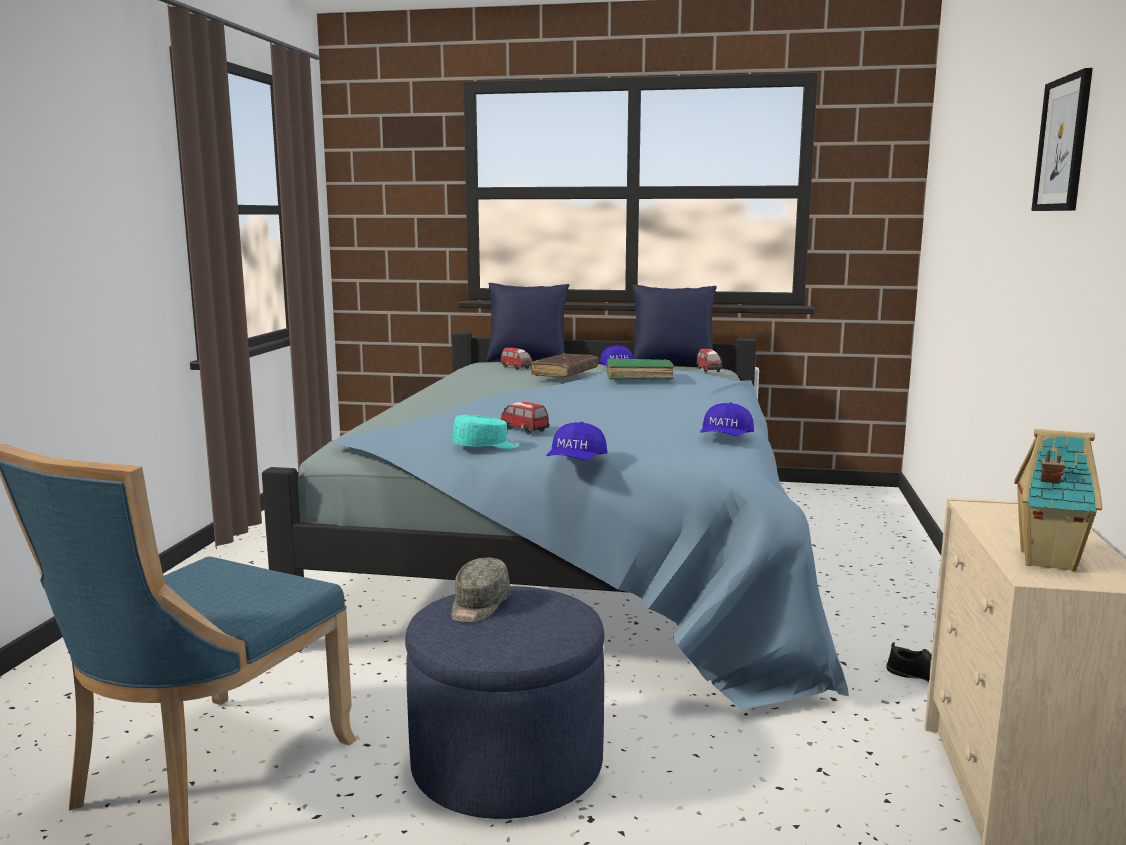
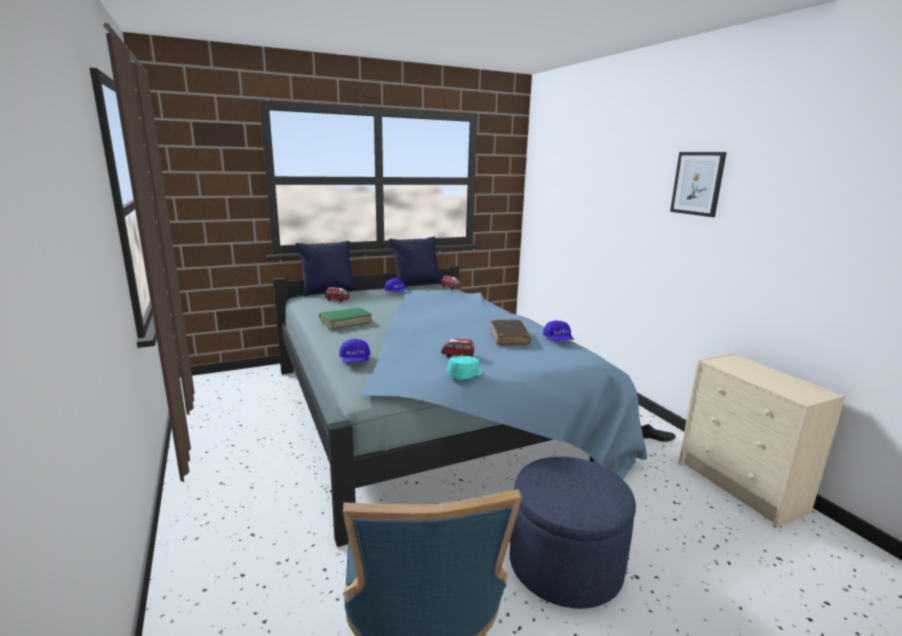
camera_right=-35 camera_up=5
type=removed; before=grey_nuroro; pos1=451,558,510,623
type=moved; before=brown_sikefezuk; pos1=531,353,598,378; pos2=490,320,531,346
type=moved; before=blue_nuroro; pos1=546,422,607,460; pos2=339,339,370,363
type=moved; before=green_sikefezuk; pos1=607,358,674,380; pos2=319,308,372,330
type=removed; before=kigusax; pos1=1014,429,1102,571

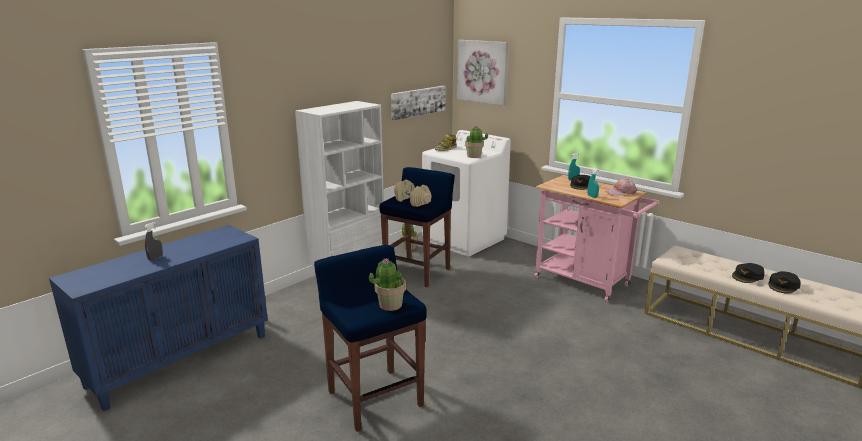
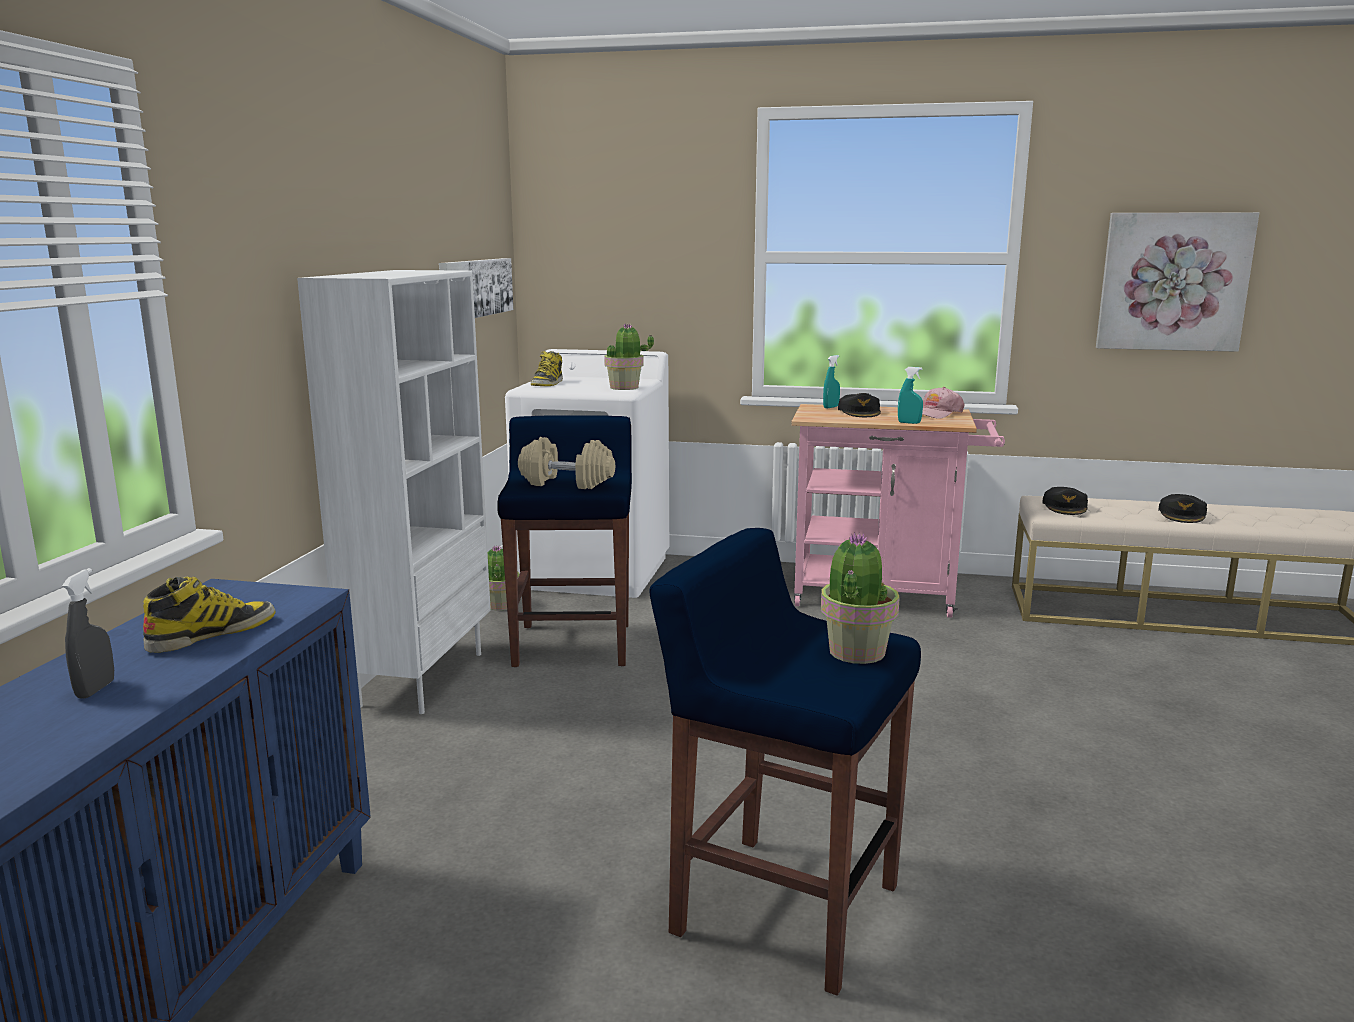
camera_right=-30 camera_up=-5
type=moved; before=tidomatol; pos1=457,40,508,106; pos2=1096,212,1259,352
type=moved; before=black_nuroro; pos1=768,271,801,294; pos2=1042,487,1088,515
type=added; after=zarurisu; pos2=143,577,276,653

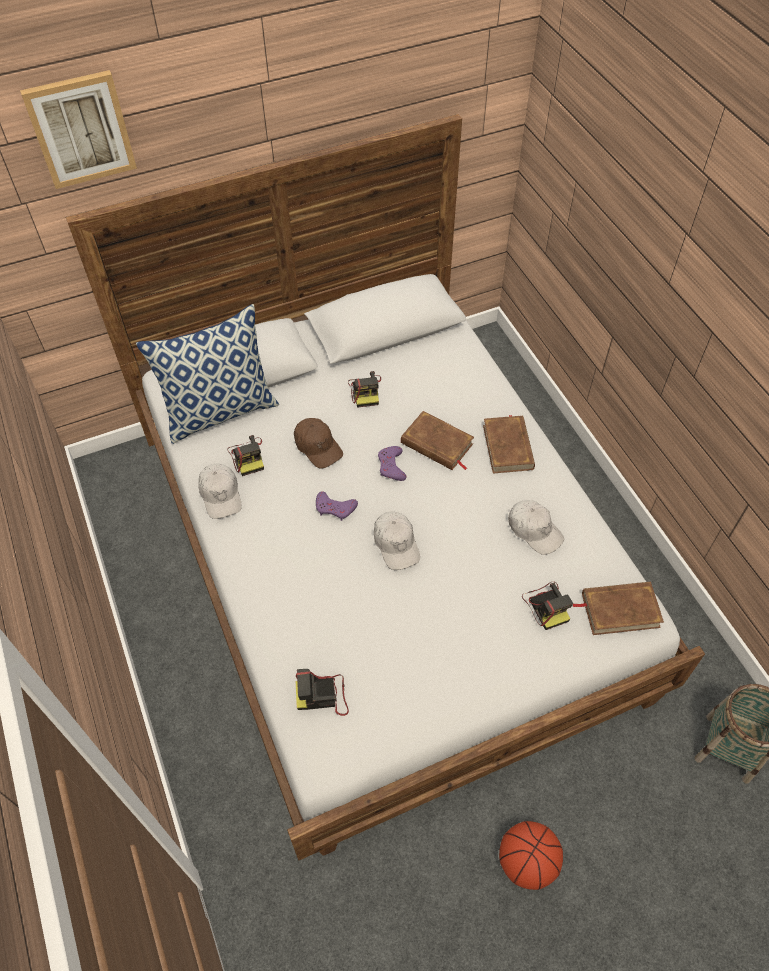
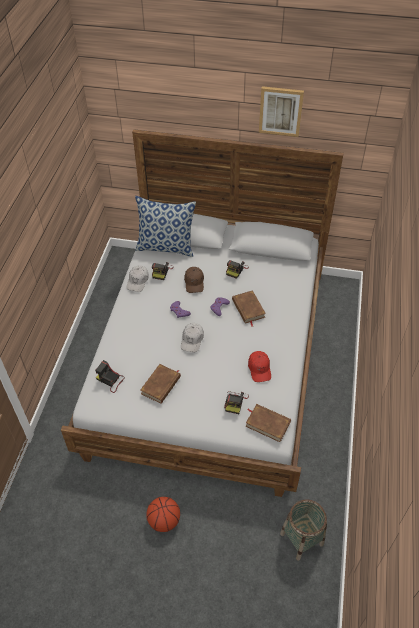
camera_right=35 camera_up=-5
type=moved; before=tidomatol; pos1=20,70,137,189; pos2=259,86,304,137
type=moved; before=brown_sikefezuk; pos1=483,415,535,474; pos2=140,364,181,404
type=recoloured; before=white_nuroro; after=red_nuroro; pos1=508,500,564,555; pos2=248,351,271,382

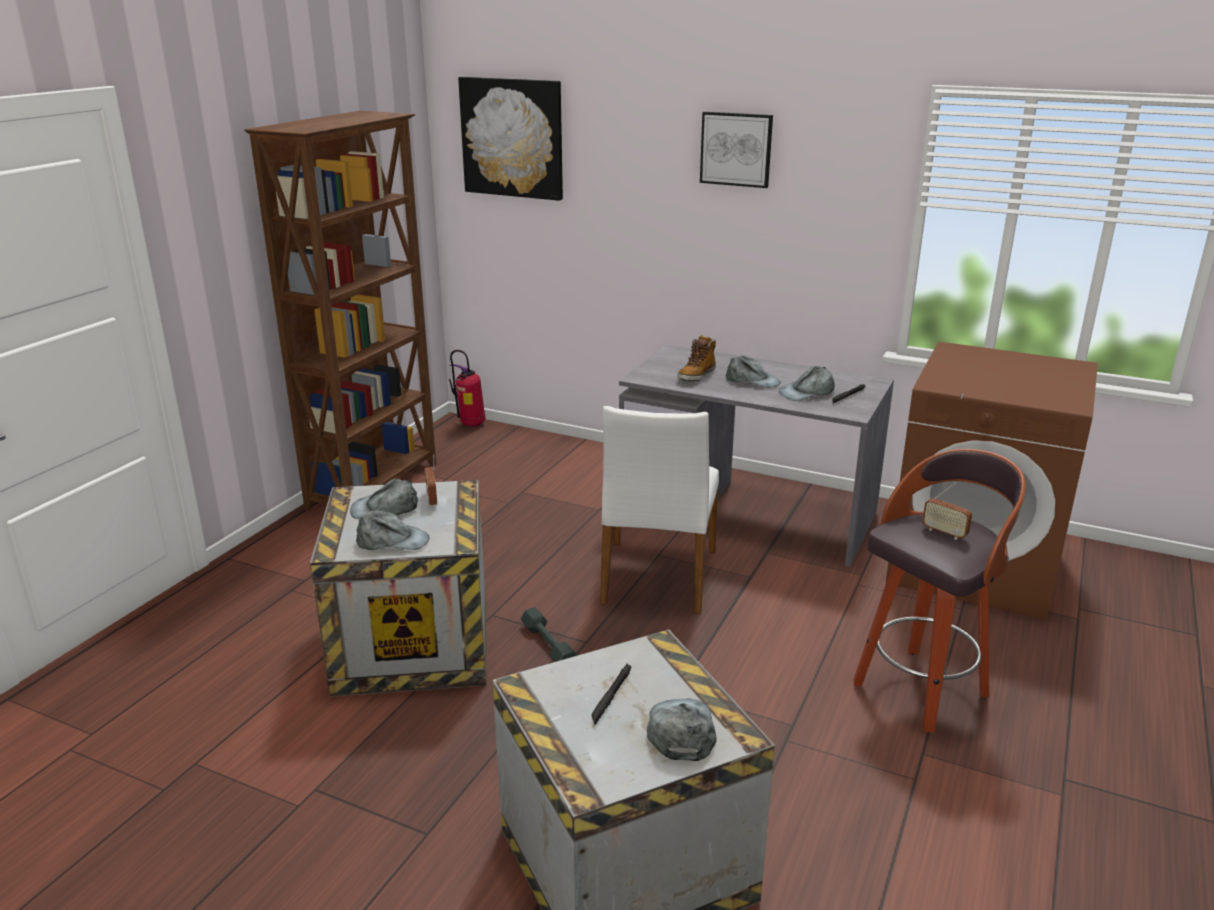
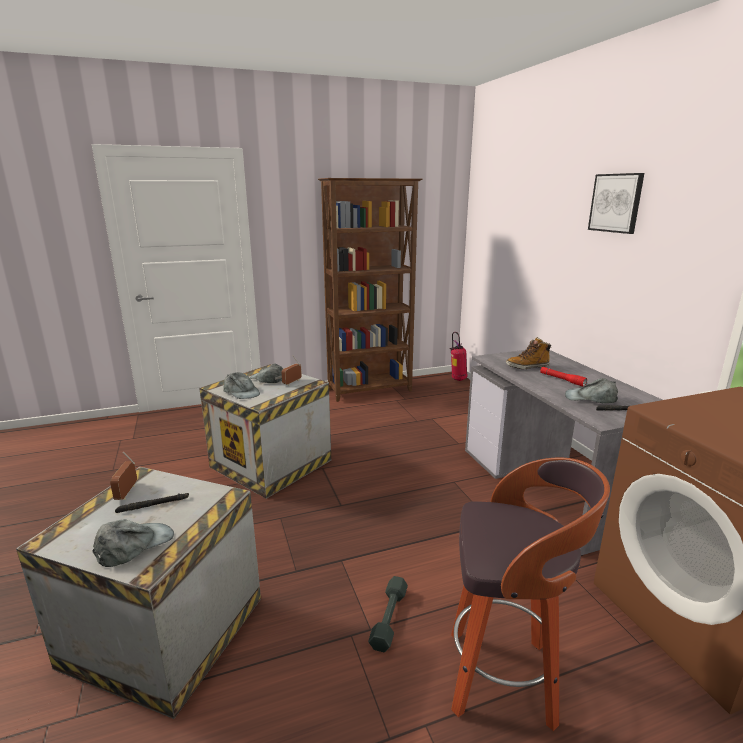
camera_right=45 camera_up=-5
type=removed; before=tidomatol; pos1=458,77,563,201
type=moved; before=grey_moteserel; pos1=521,607,578,662; pos2=368,576,408,652
type=removed; before=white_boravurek; pos1=600,406,719,614
type=replaced; before=grey_nuroro; after=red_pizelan; pos1=726,355,781,388; pos2=540,367,587,386
type=moved; before=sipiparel; pos1=922,482,972,540; pos2=110,452,137,500

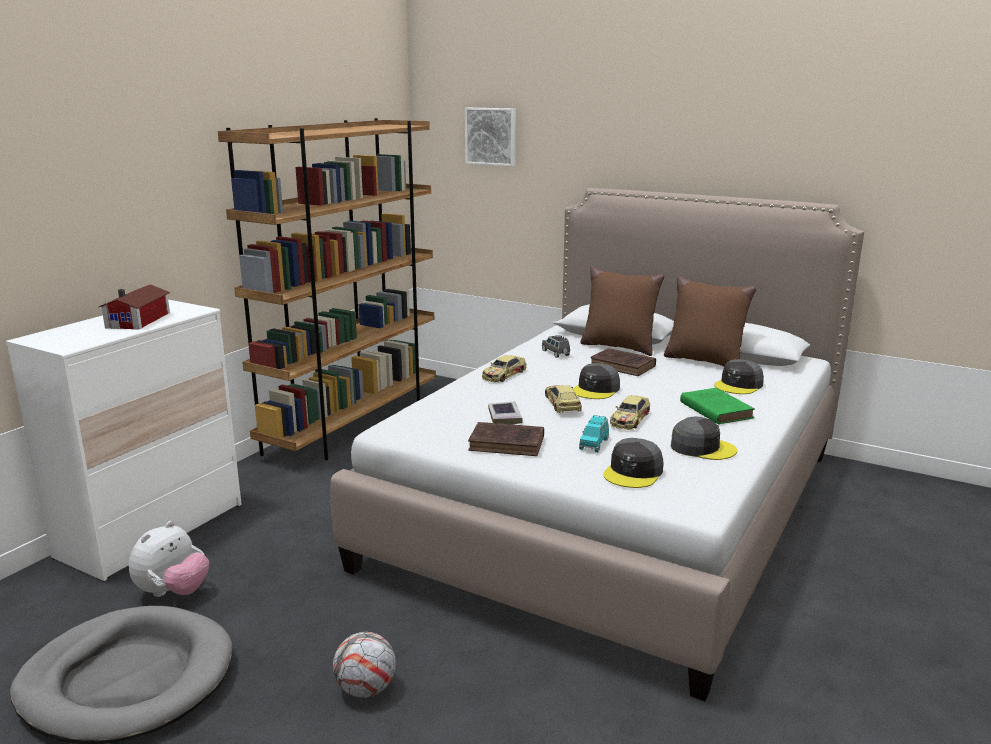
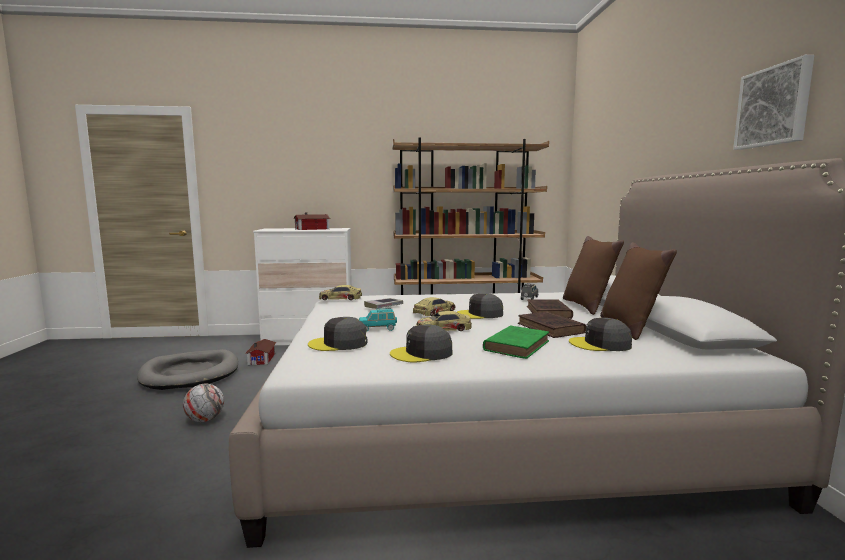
camera_right=55 camera_up=-10
type=replaced; before=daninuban; after=kigusax; pos1=129,521,209,597; pos2=245,339,276,365
type=moved; before=tidomatol; pos1=465,108,516,166; pos2=733,55,814,150
type=moved; before=brown_sikefezuk; pos1=468,422,544,456; pos2=518,312,586,338
type=moved; before=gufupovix; pos1=482,355,526,382; pos2=319,285,362,300
type=turned; before=grey_nuroro; pos1=671,416,737,460; pos2=390,324,452,363; turn=90

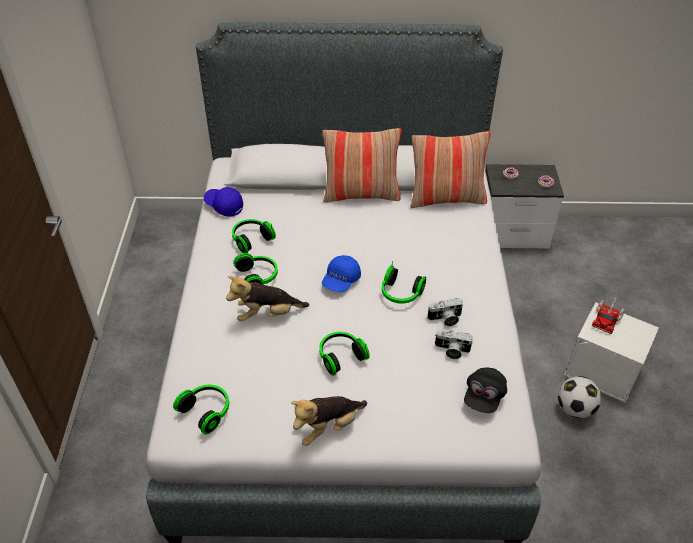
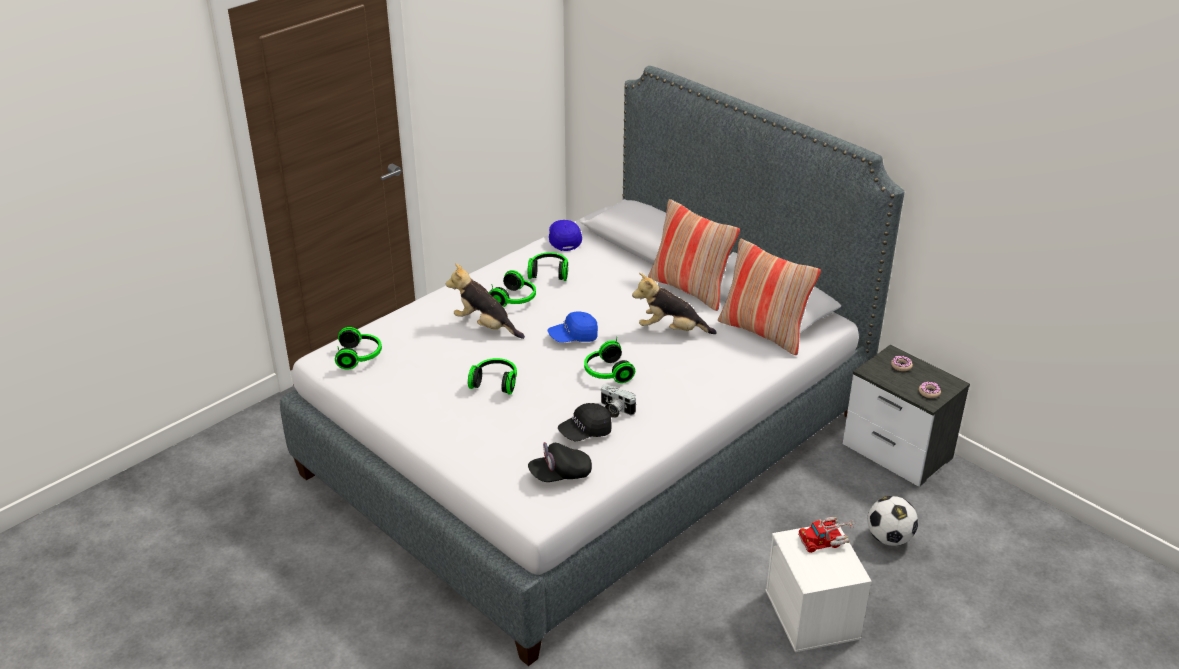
camera_right=45 camera_up=-10
type=moved; before=daninuban; pos1=291,396,367,446; pos2=632,273,717,334
type=replaced; before=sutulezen; after=black_nuroro; pos1=435,329,473,359; pos2=558,403,612,441
type=moved; before=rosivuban; pos1=558,376,602,418; pos2=868,496,918,546

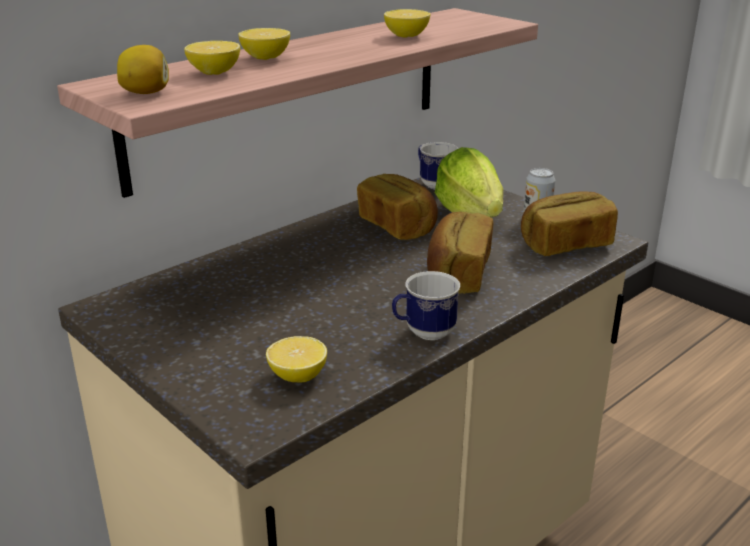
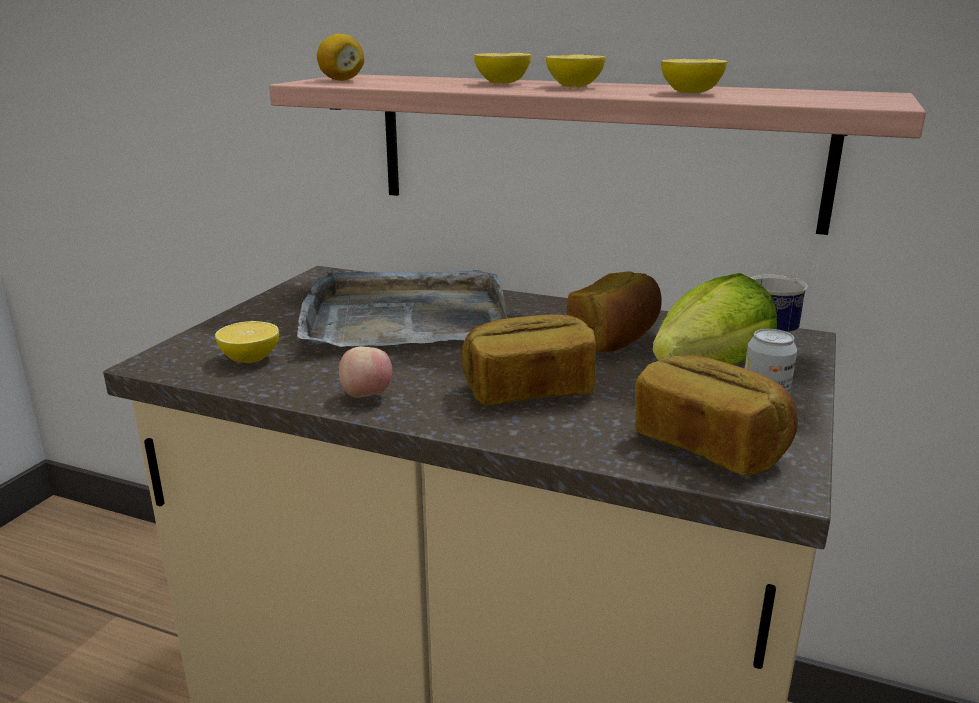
camera_right=65 camera_up=-5
type=moved; before=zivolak; pos1=184,41,240,75; pos2=546,54,606,87
type=replaced; before=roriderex; after=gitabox; pos1=392,271,460,340; pos2=339,346,392,398
type=added; after=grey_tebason; pos2=297,270,507,347

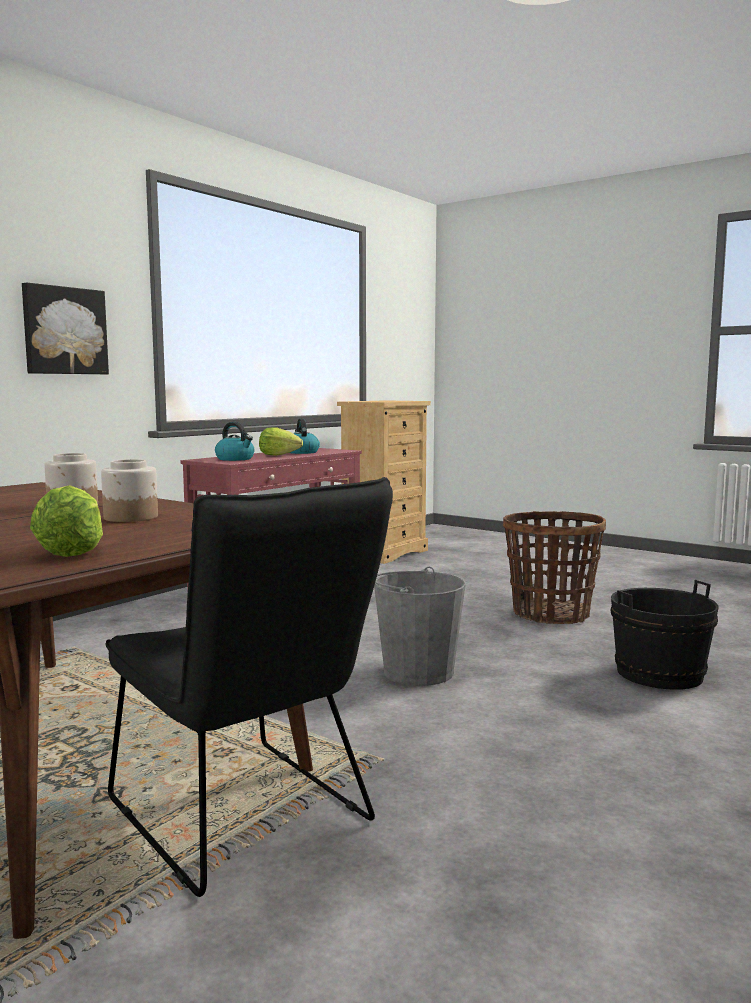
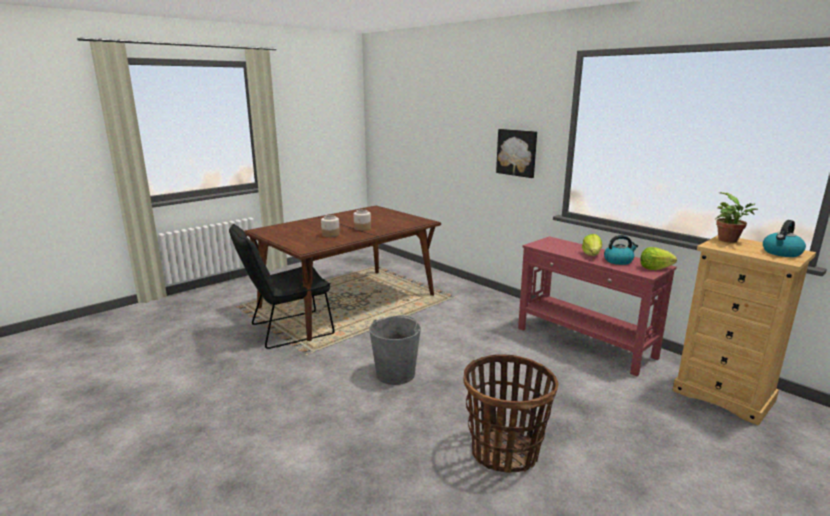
camera_right=100 camera_up=10
type=moved; before=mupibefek; pos1=30,485,103,557; pos2=640,247,677,270
type=moved; before=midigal; pos1=215,422,254,461; pos2=763,220,806,257
type=removed; before=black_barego; pos1=611,580,719,690
type=added; after=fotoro; pos2=716,192,758,243

